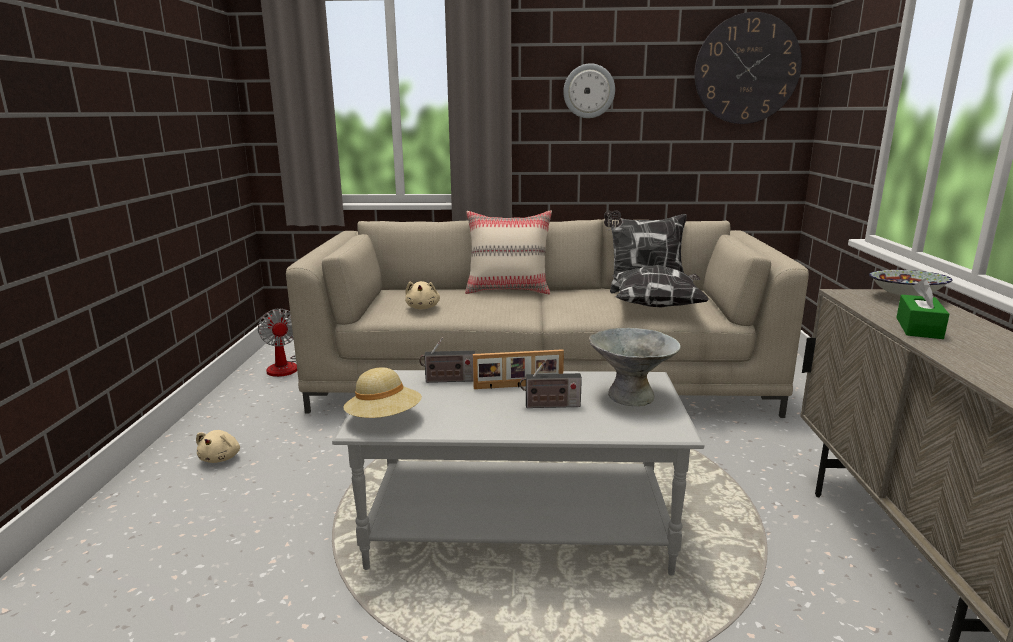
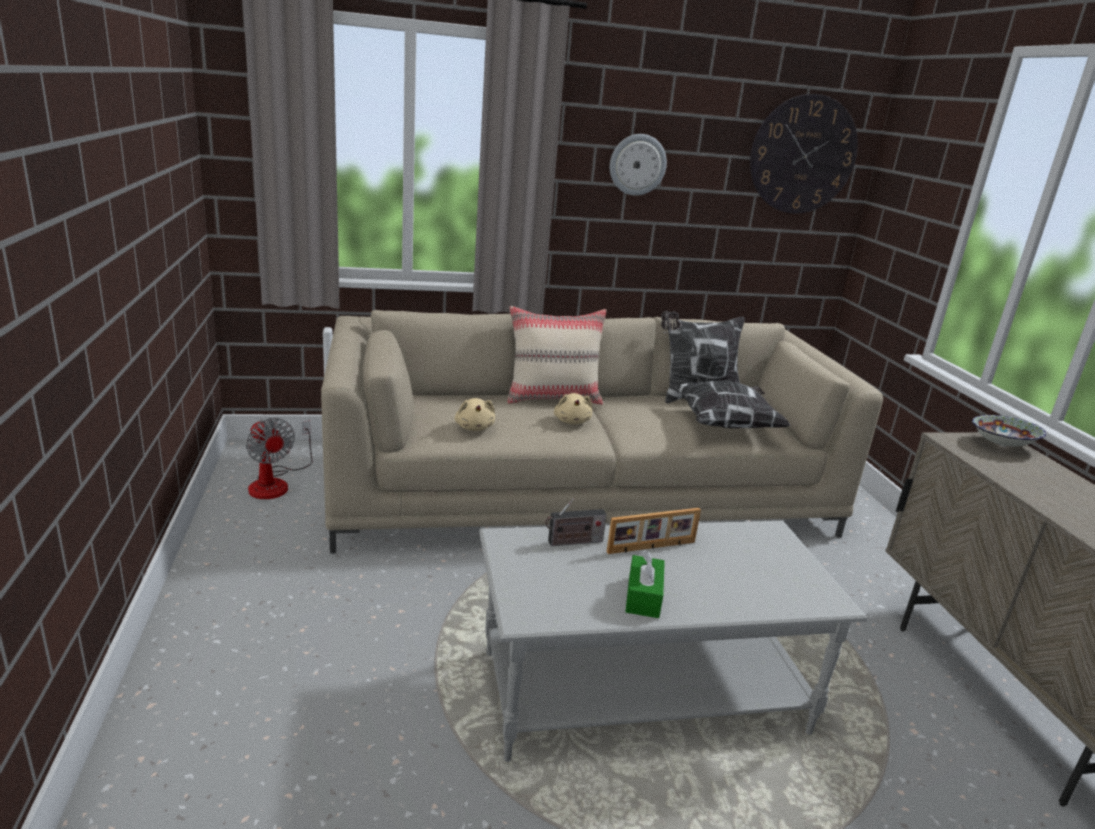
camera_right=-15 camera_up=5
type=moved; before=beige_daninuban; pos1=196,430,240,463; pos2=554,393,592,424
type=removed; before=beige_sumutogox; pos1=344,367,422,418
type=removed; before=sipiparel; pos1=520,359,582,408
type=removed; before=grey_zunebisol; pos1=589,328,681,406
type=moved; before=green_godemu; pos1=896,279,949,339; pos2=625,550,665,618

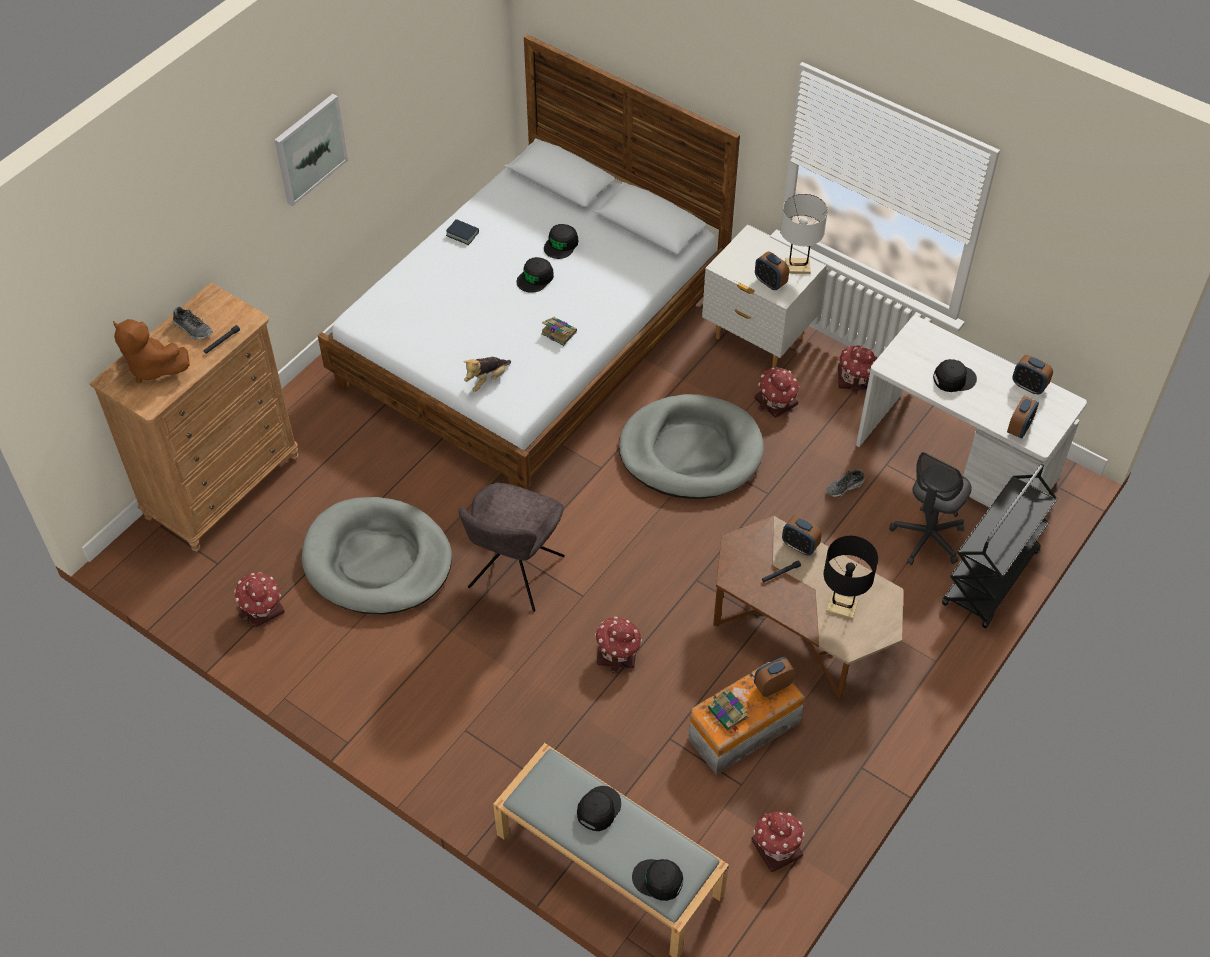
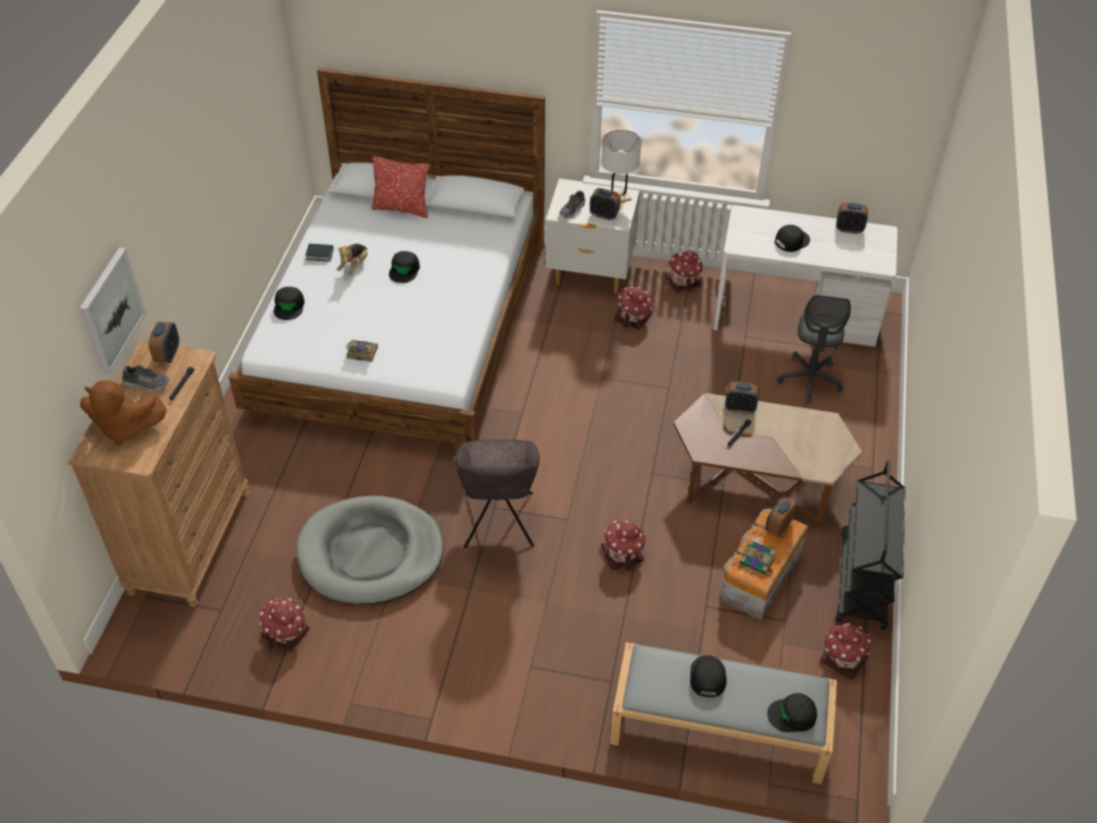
camera_right=-25 camera_up=-5
type=moved; before=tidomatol; pos1=275,94,348,206; pos2=80,248,146,375
type=moved; before=daninuban; pos1=463,357,511,392; pos2=337,244,368,276
type=moved; before=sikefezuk; pos1=541,317,577,346; pos2=346,340,378,362
type=moved; before=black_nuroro; pos1=544,224,578,259; pos2=274,287,305,320
type=removed; before=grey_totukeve; pos1=619,394,764,499
type=removed; before=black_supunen; pos1=824,536,878,620
type=moved; before=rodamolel; pos1=826,469,865,497; pos2=559,191,586,218
type=moved; before=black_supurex; pos1=942,464,1057,628; pos2=835,460,905,629
type=moved; before=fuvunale; pos1=1007,396,1039,438; pos2=149,321,179,363
type=added; after=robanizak; pos2=371,156,430,218

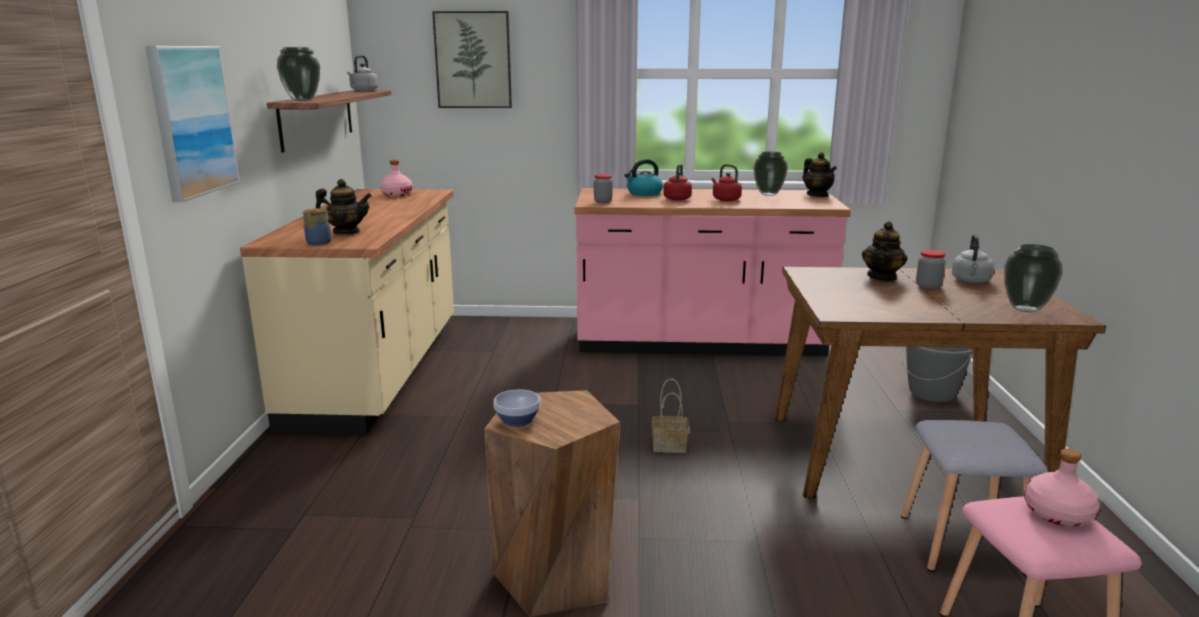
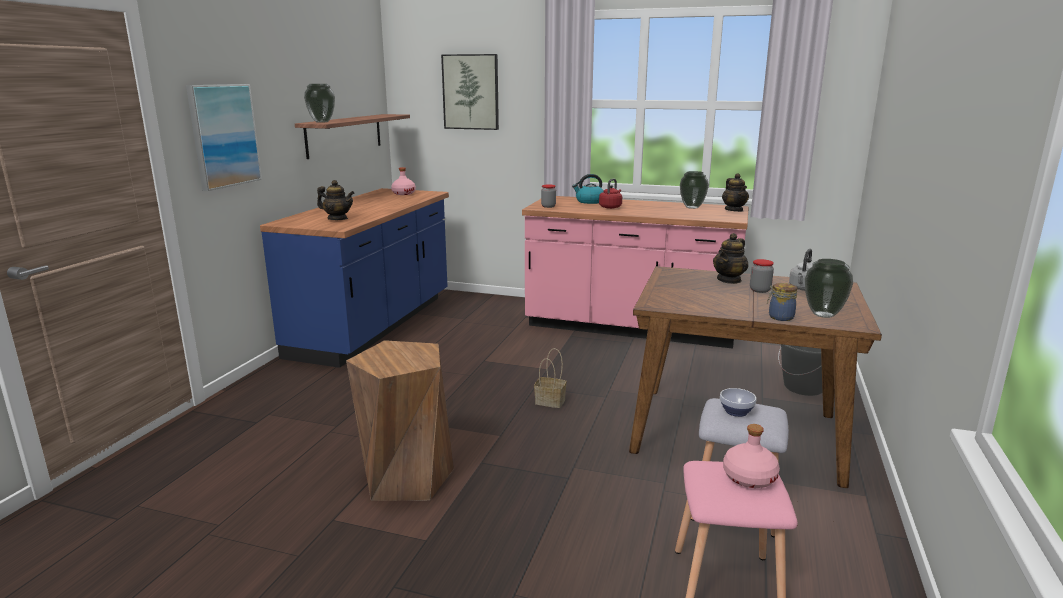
camera_right=15 camera_up=0
type=recoloured; before=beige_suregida; after=blue_suregida; pos1=240,189,454,435; pos2=260,188,449,368
type=moved; before=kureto; pos1=303,208,332,245; pos2=767,283,798,321
type=removed; before=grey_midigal; pos1=347,55,378,91
type=moved; before=zunebisol; pos1=494,390,541,427; pos2=720,388,756,417
type=removed; before=red_midigal; pos1=711,164,742,201

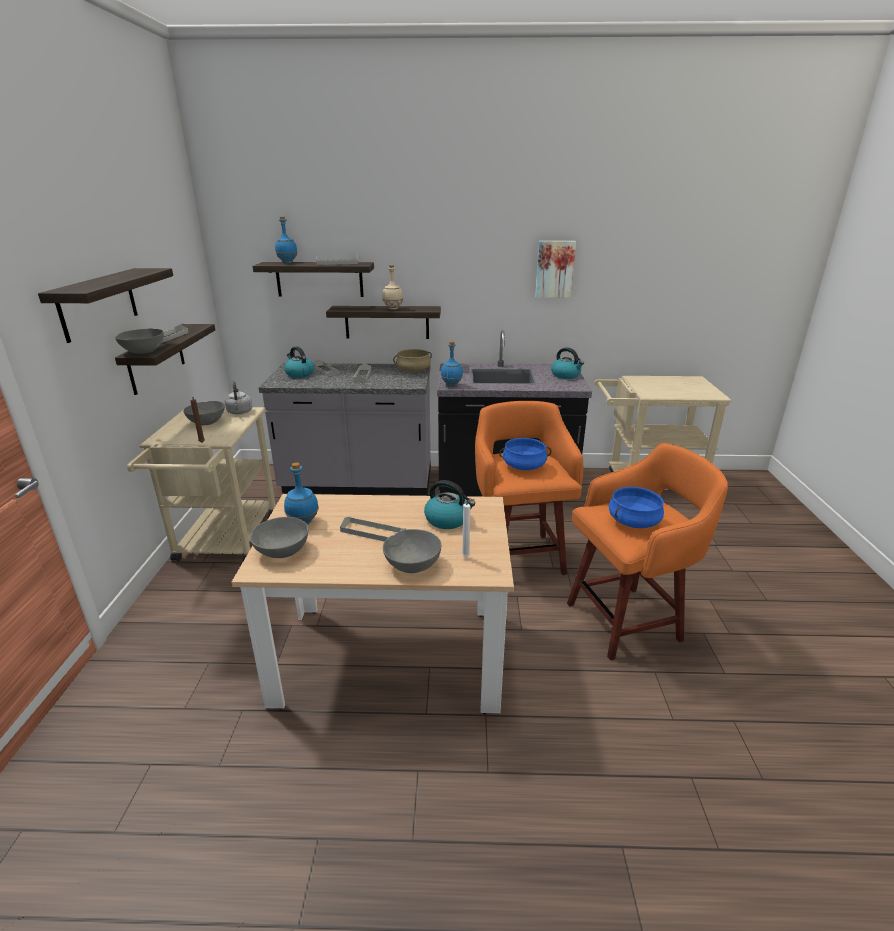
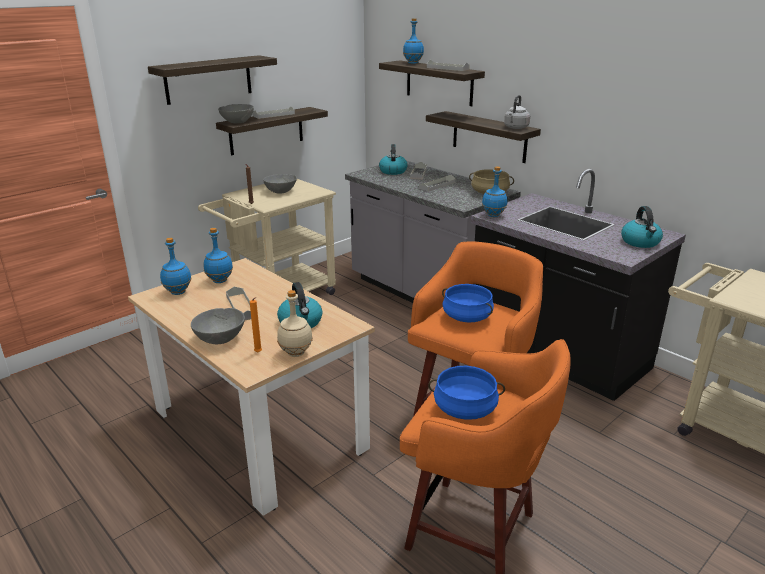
camera_right=45 camera_up=0
type=moved; before=grey_midigal; pos1=225,381,253,414; pos2=504,95,530,129
type=replaced; before=grey_zunebisol; after=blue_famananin; pos1=250,517,308,558; pos2=160,237,192,295
type=moved; before=beige_famananin; pos1=382,265,403,309; pos2=277,290,313,357
type=recoloured; before=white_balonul; after=orange_balonul; pos1=462,499,474,557; pos2=250,297,262,353
type=removed; before=tidomatol; pos1=535,241,576,298

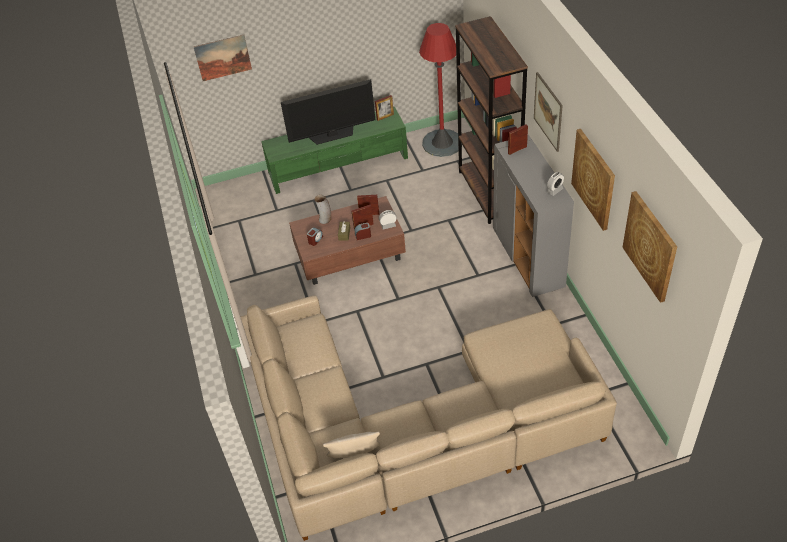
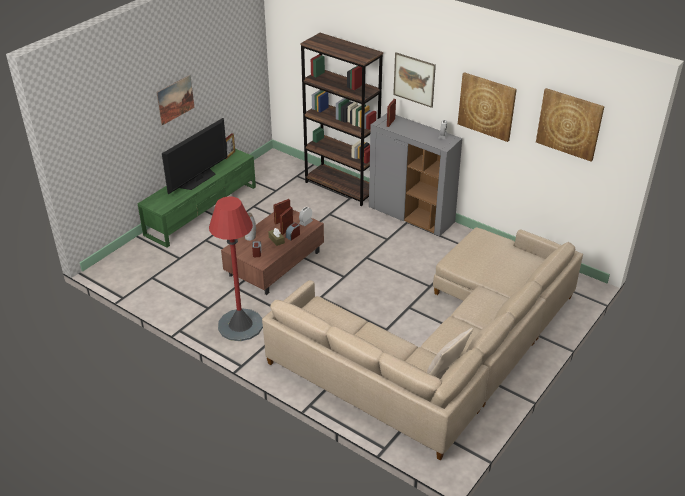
camera_right=-40 camera_up=-10
type=moved; before=tidomatol; pos1=194,35,252,81; pos2=157,75,194,125
type=moved; before=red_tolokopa; pos1=419,23,458,157; pos2=209,196,263,341

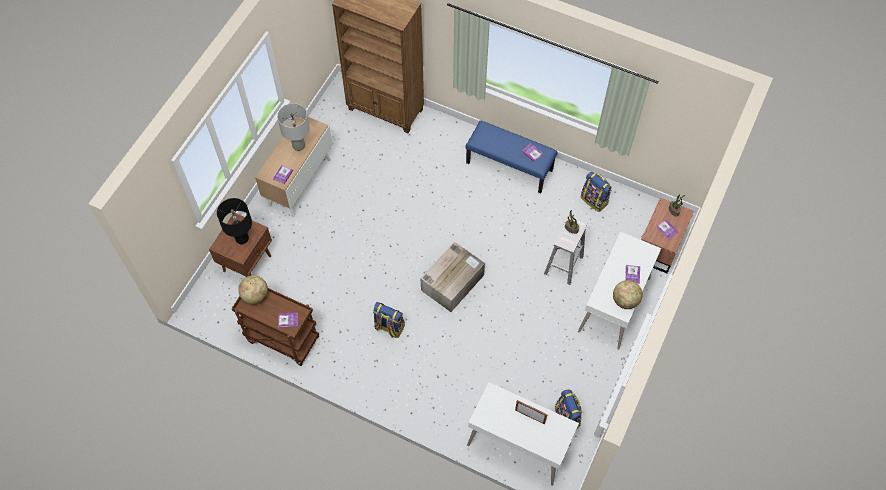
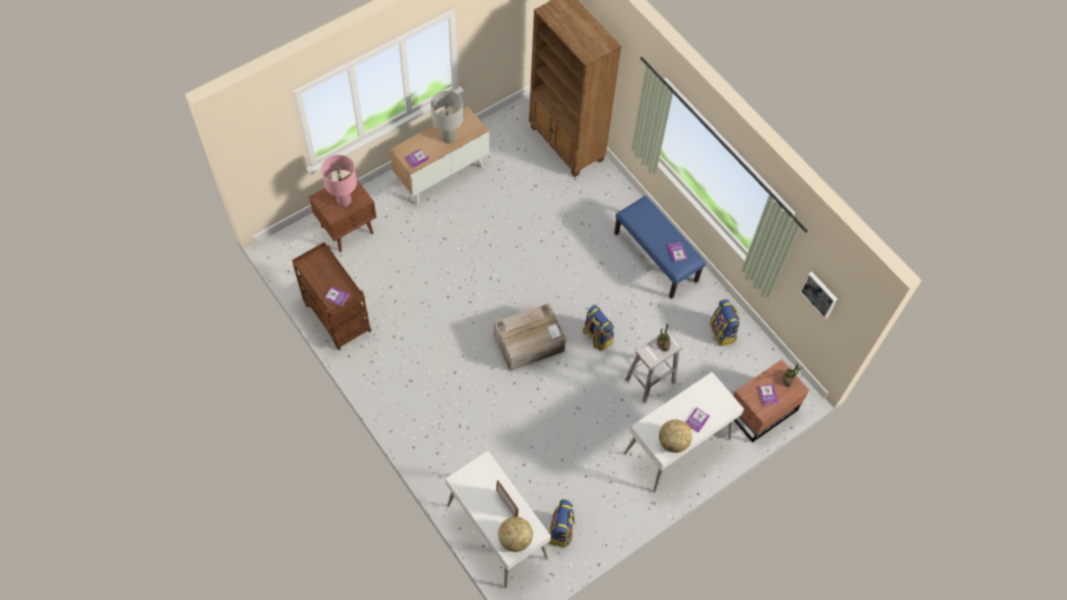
camera_right=25 camera_up=0
type=recoloured; before=black_supunen; after=pink_supunen; pos1=217,198,252,244; pos2=321,155,357,207
type=moved; before=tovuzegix; pos1=238,275,268,304; pos2=498,517,533,552
type=moved; before=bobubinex; pos1=373,302,405,338; pos2=583,305,614,351
type=added; after=tidomatol; pos2=800,272,837,319

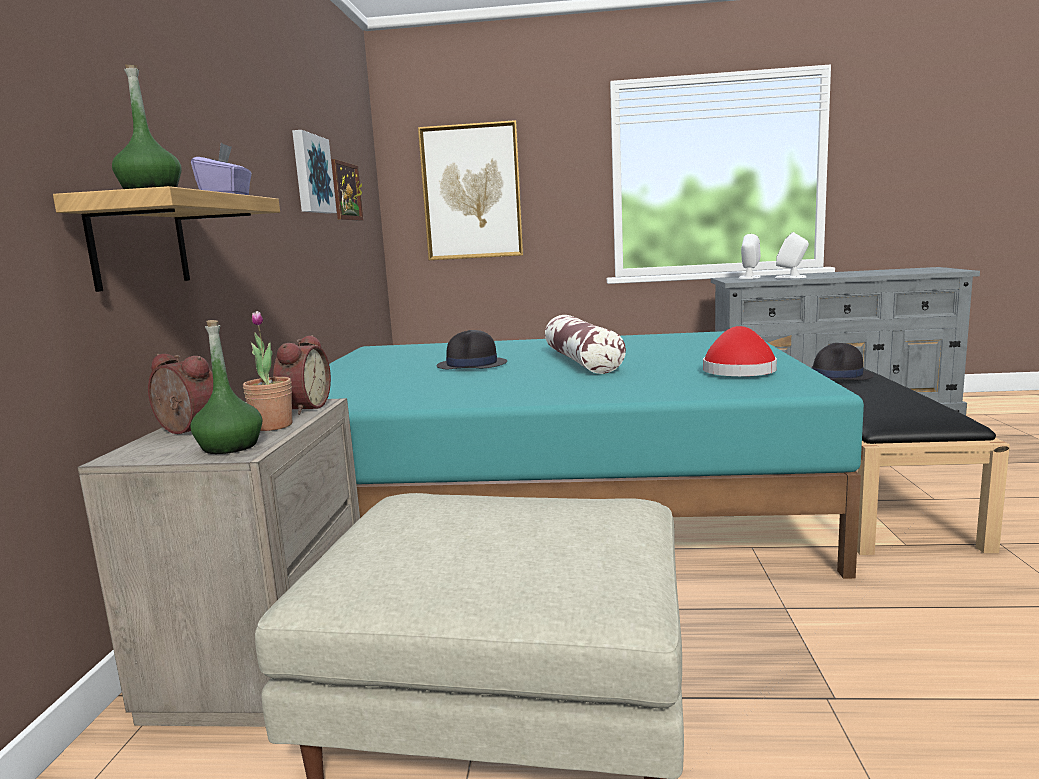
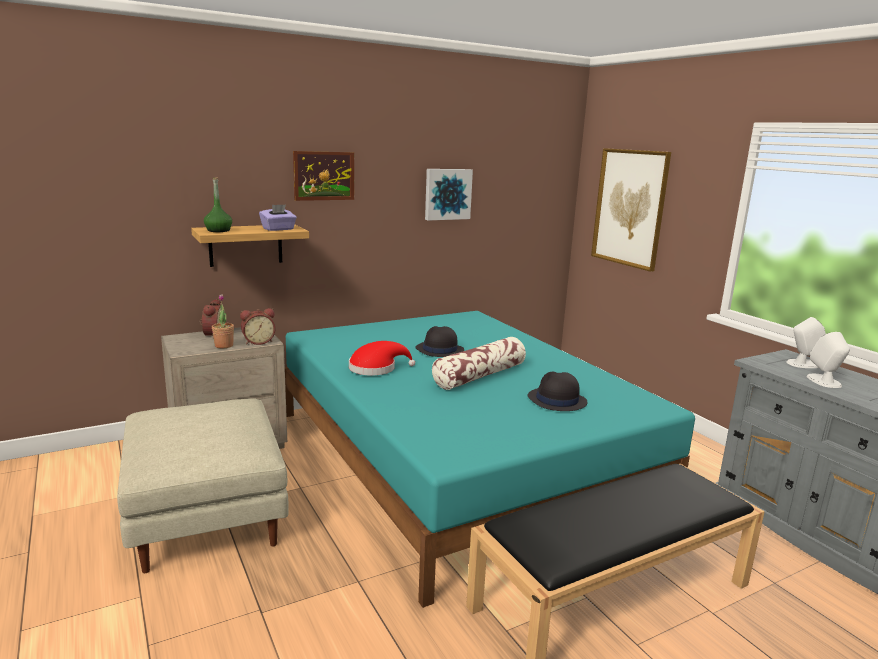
camera_right=55 camera_up=5
type=removed; before=green_famananin; pos1=190,320,262,454
type=moved; before=tidomatol; pos1=331,159,363,221; pos2=293,151,354,201
type=moved; before=red_sumutogox; pos1=703,326,777,376; pos2=349,341,415,375
type=moved; before=black_sumutogox; pos1=812,343,874,380; pos2=528,372,587,411

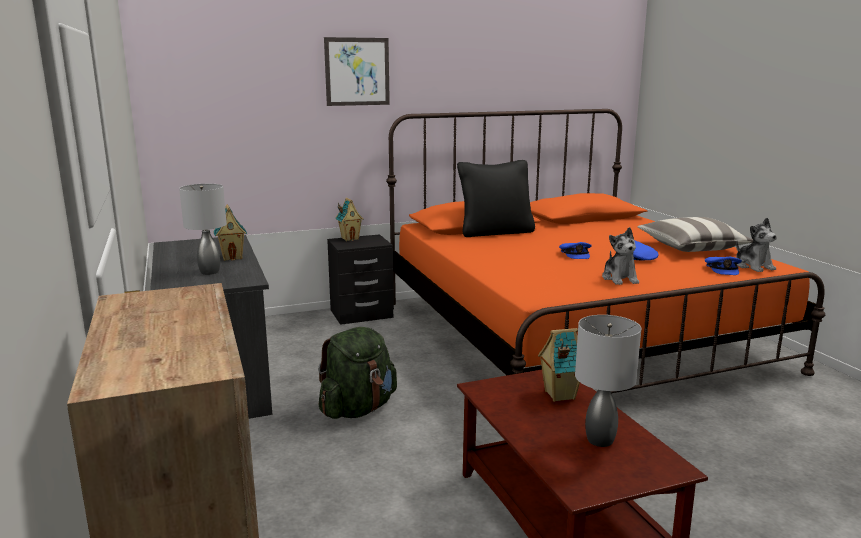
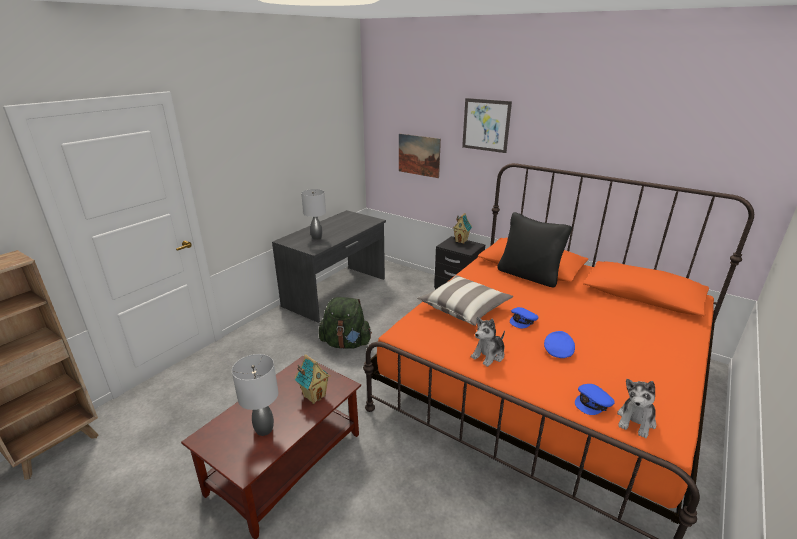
camera_right=55 camera_up=10
type=removed; before=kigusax; pos1=213,205,247,261
type=moved; before=robanizak; pos1=638,217,753,252; pos2=417,275,513,326
type=added; after=tidomatol; pos2=399,134,441,178

